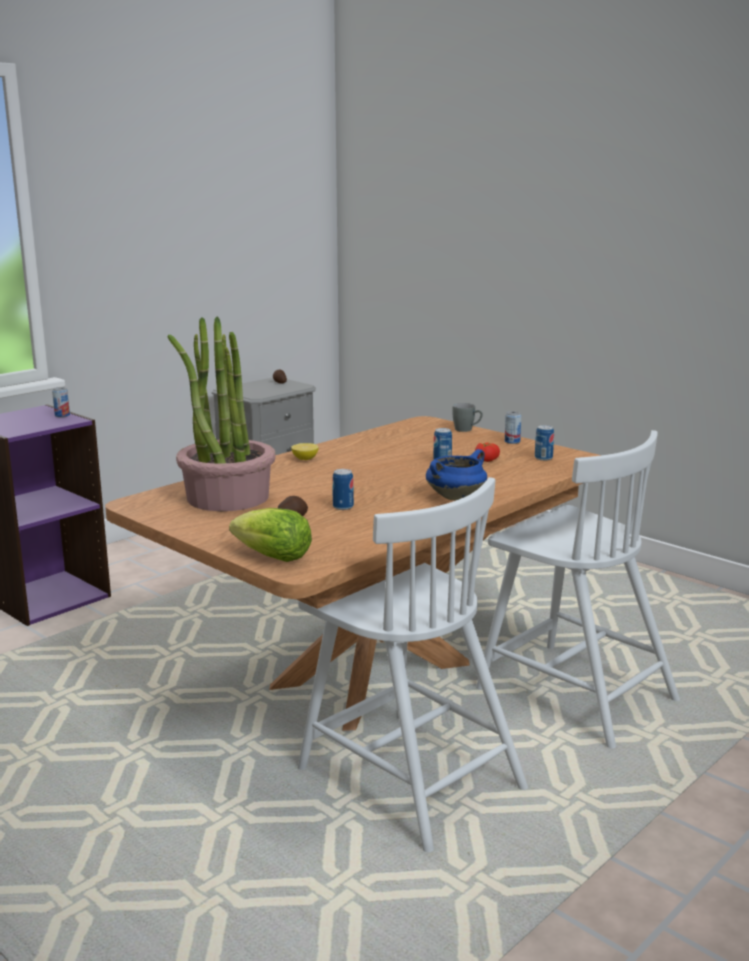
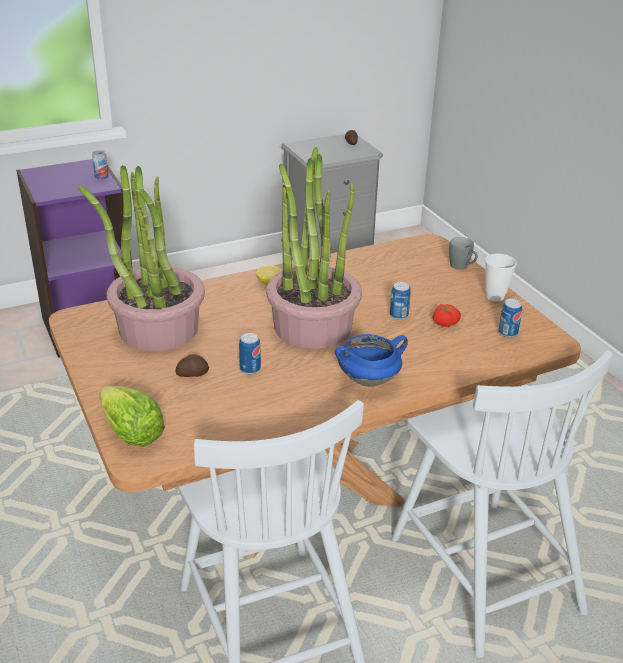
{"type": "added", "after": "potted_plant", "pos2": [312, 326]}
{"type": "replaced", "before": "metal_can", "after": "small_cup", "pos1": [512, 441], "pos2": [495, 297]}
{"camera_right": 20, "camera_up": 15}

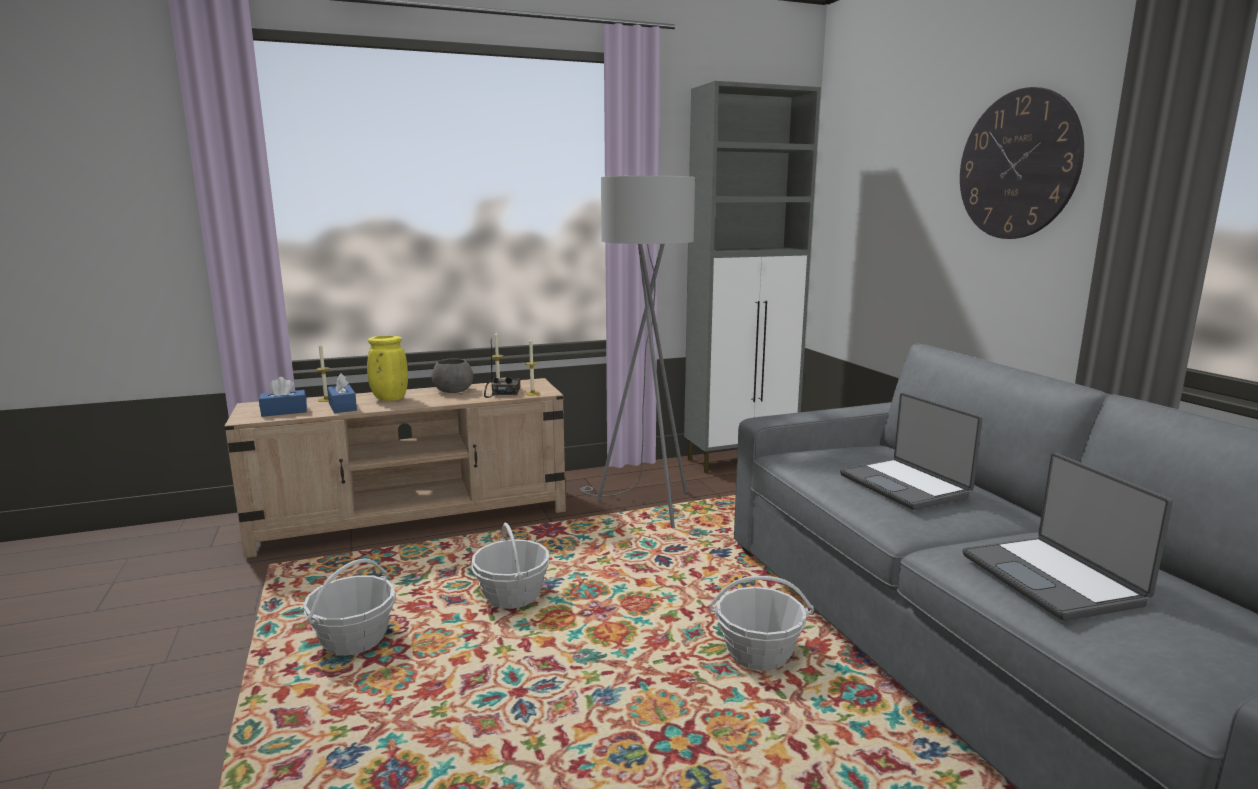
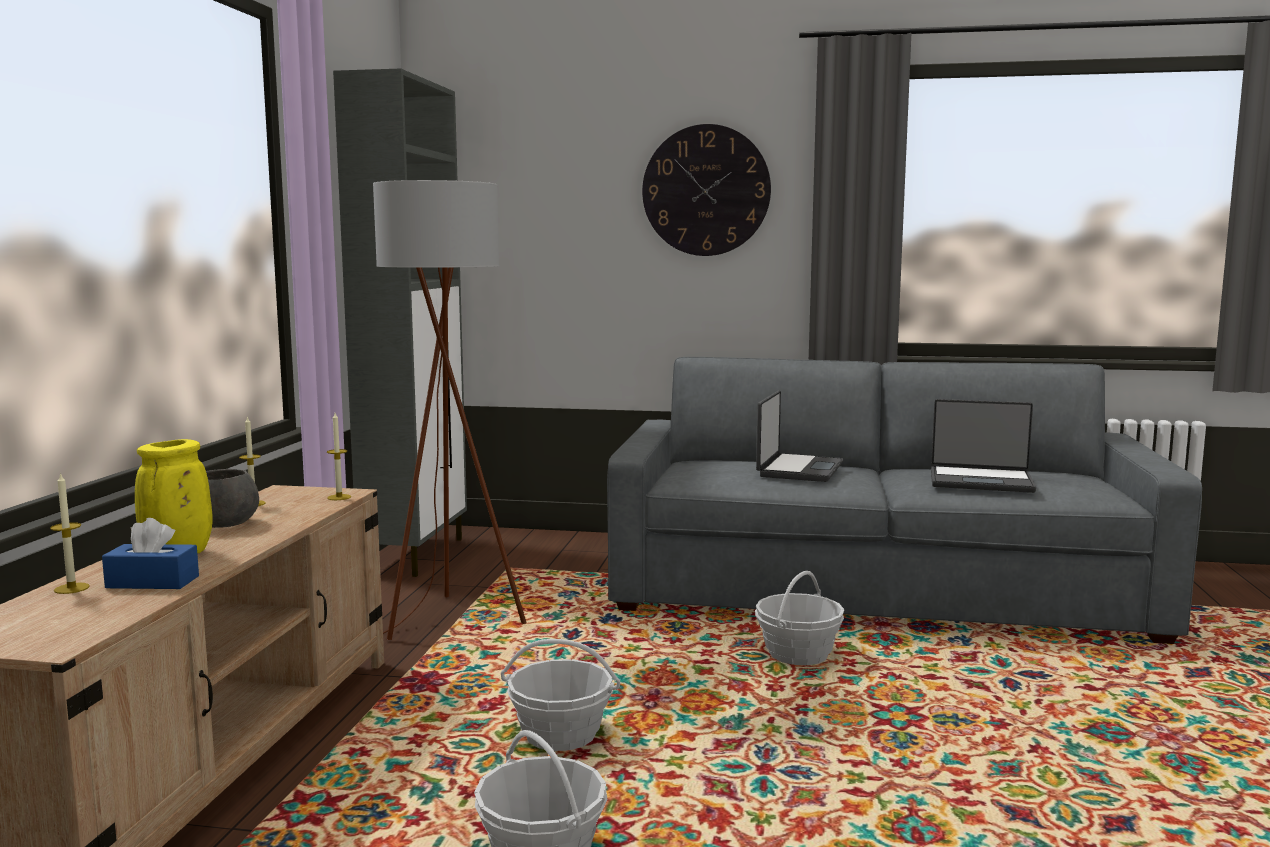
{"type": "removed", "before": "blue_tissue_box", "pos1": [284, 411]}
{"type": "removed", "before": "radio_set", "pos1": [502, 392]}
{"type": "recoloured", "before": "greyish_standing_lamp", "after": "brown_standing_lamp", "pos1": [643, 506], "pos2": [445, 623]}
{"type": "turned", "before": "portable_computer", "pos1": [905, 485], "pos2": [798, 470], "turn": -75}
{"camera_right": -60, "camera_up": -5}

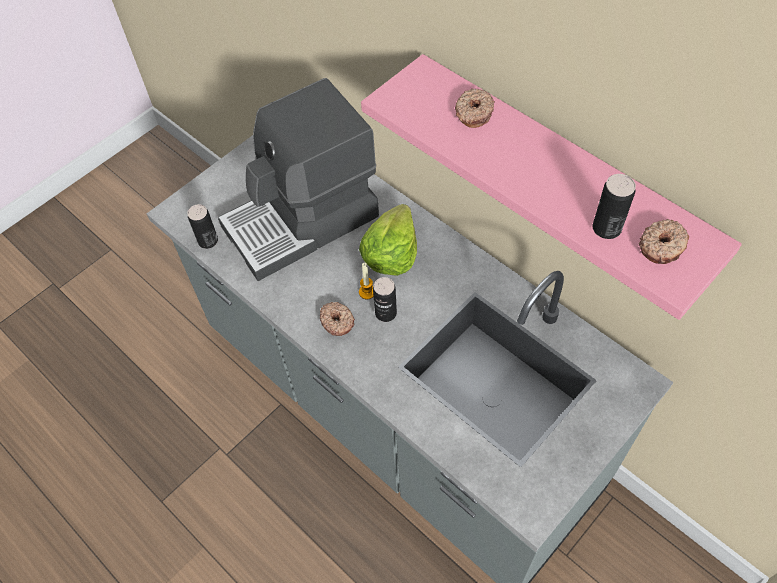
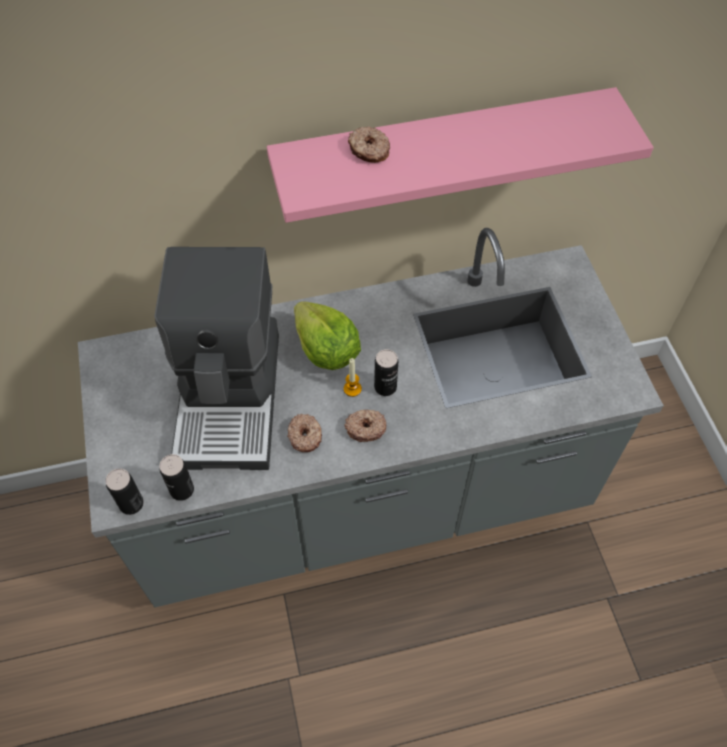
{"type": "moved", "before": "metal_can", "pos1": [606, 228], "pos2": [131, 503]}
{"type": "moved", "before": "ring_doughnut", "pos1": [662, 247], "pos2": [305, 436]}
{"camera_right": -60, "camera_up": 0}

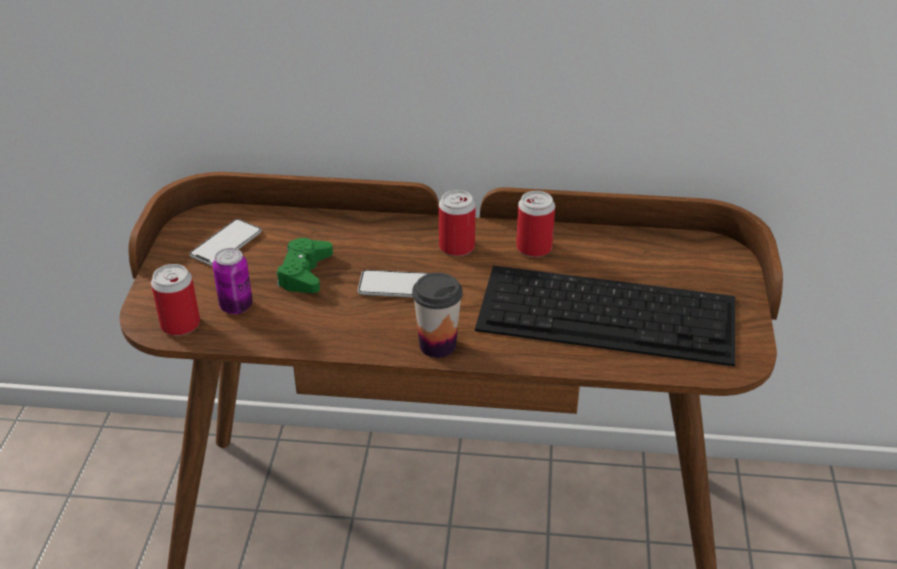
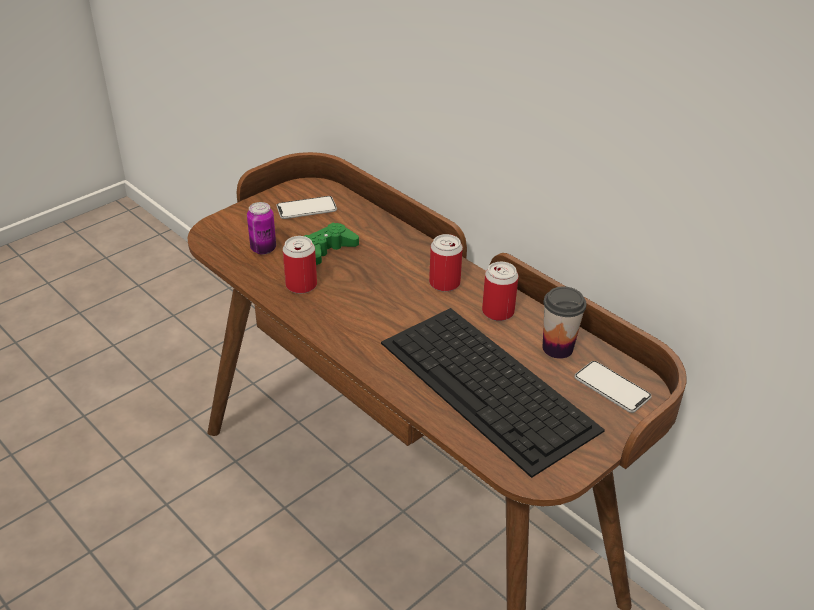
{"type": "moved", "before": "metal_can", "pos1": [180, 324], "pos2": [301, 285]}
{"type": "moved", "before": "phone", "pos1": [397, 286], "pos2": [612, 388]}
{"type": "moved", "before": "small_cup", "pos1": [437, 345], "pos2": [557, 348]}
{"camera_right": 40, "camera_up": 0}

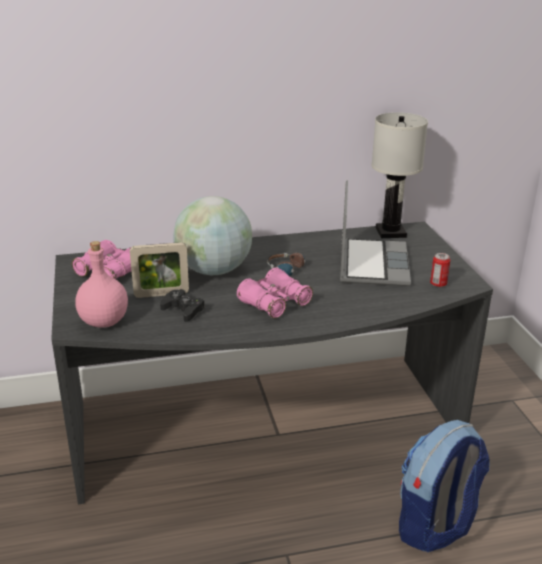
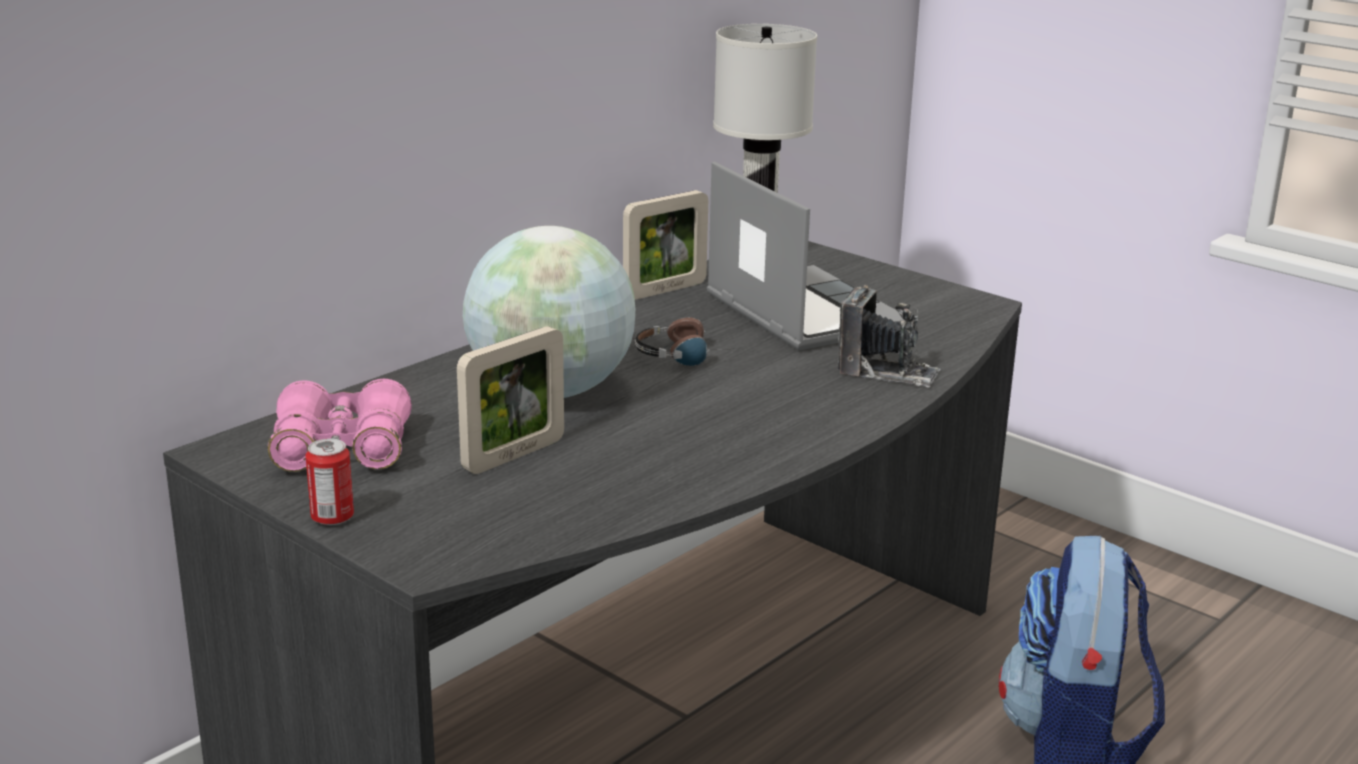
{"type": "removed", "before": "pinkish_bottle", "pos1": [104, 321]}
{"type": "removed", "before": "blackish_joypad", "pos1": [183, 310]}
{"type": "removed", "before": "pinkish_binoculars", "pos1": [274, 303]}
{"type": "added", "after": "picture_frame", "pos2": [665, 290]}
{"type": "added", "after": "photo_camera", "pos2": [888, 371]}
{"type": "moved", "before": "metal_can", "pos1": [438, 284], "pos2": [332, 518]}
{"camera_right": -35, "camera_up": -5}

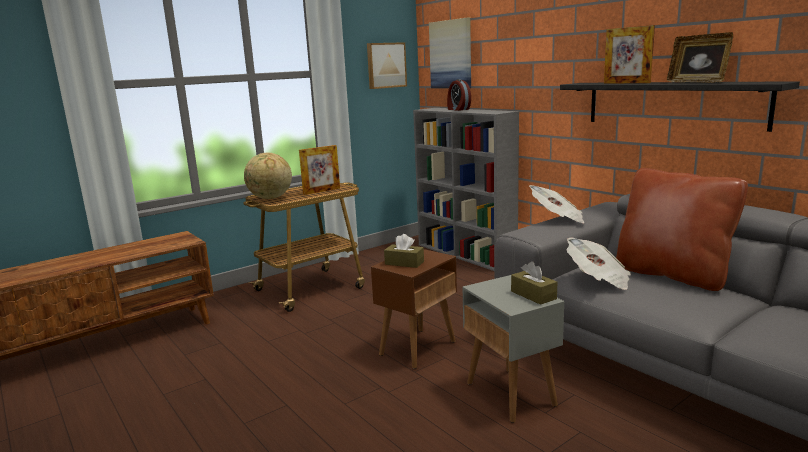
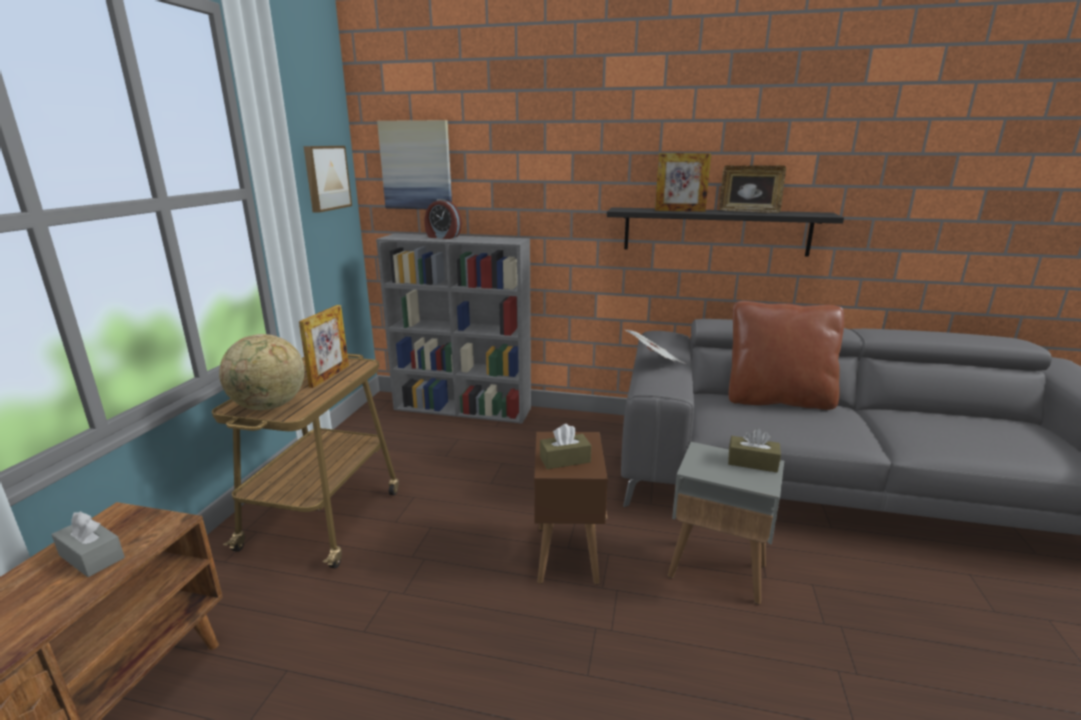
{"type": "removed", "before": "daily_paper", "pos1": [598, 279]}
{"type": "added", "after": "greyish_tissue_box", "pos2": [92, 556]}
{"camera_right": -40, "camera_up": 5}

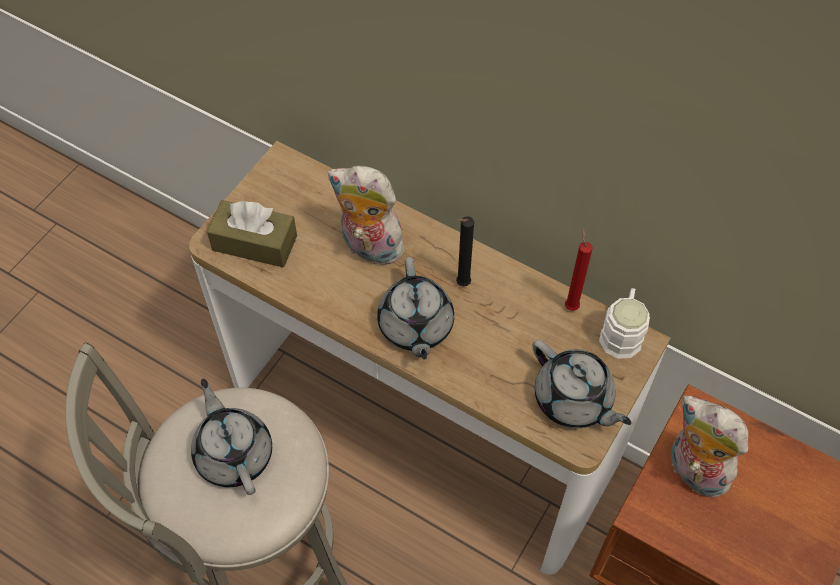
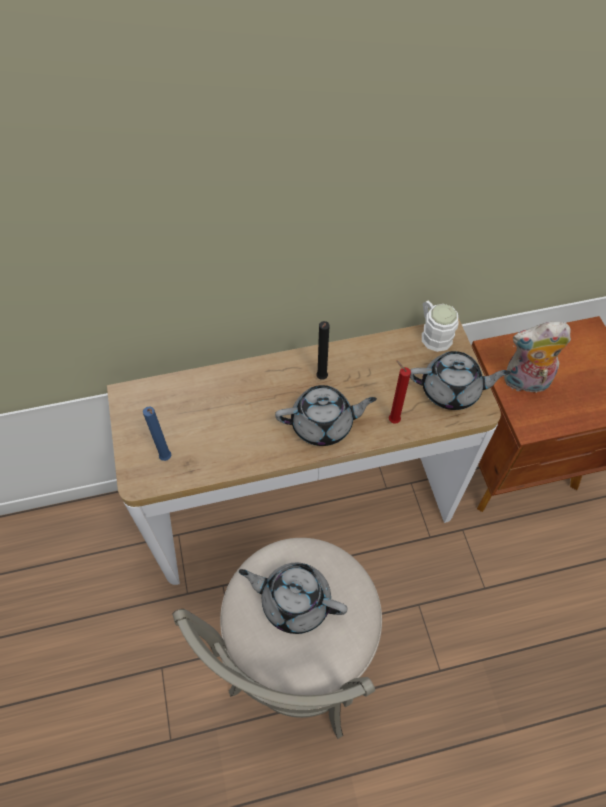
{"type": "removed", "before": "soft_toy", "pos1": [368, 248]}
{"type": "moved", "before": "red-coloured_candle", "pos1": [571, 305], "pos2": [392, 419]}
{"type": "replaced", "before": "brown_tissue_box", "after": "blue_candle", "pos1": [254, 243], "pos2": [166, 459]}
{"type": "turned", "before": "greyish_pot_for_tea", "pos1": [415, 326], "pos2": [323, 424], "turn": -45}
{"camera_right": -45, "camera_up": 0}

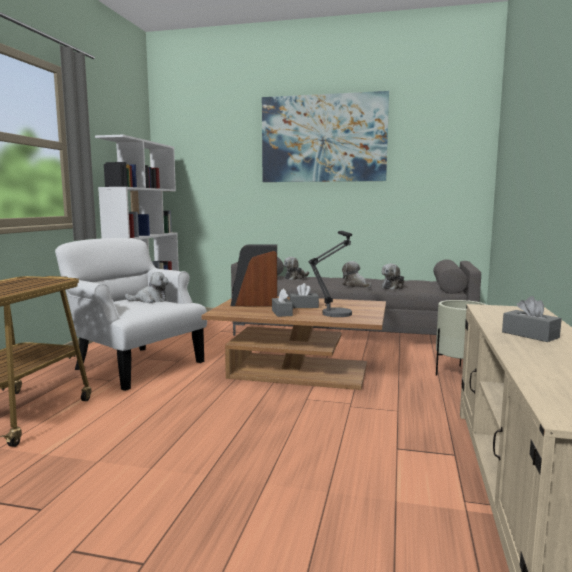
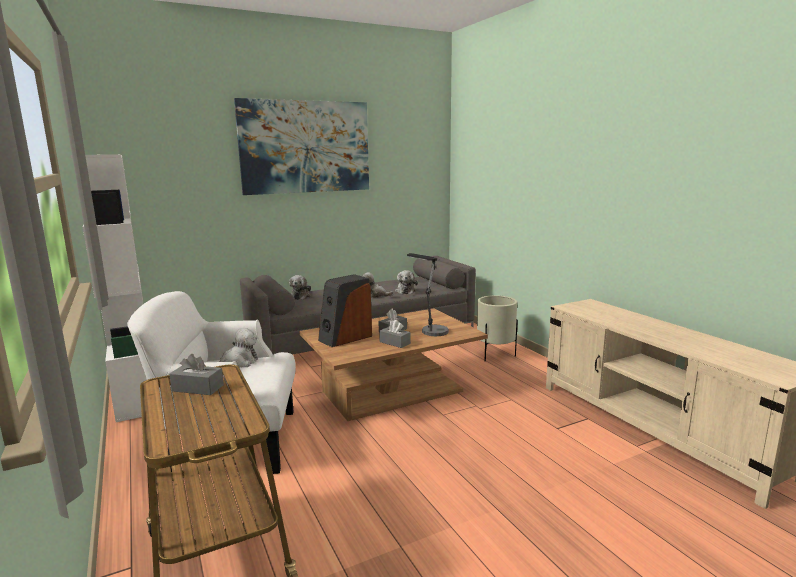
{"type": "moved", "before": "greyish_tissue_box", "pos1": [530, 335], "pos2": [198, 388]}
{"camera_right": -40, "camera_up": 5}

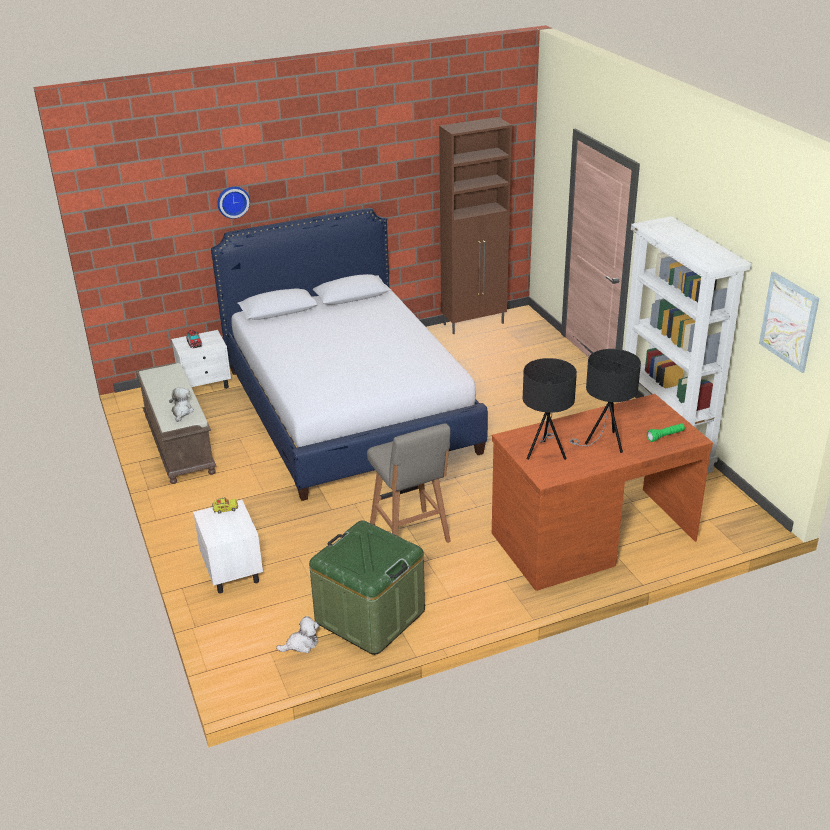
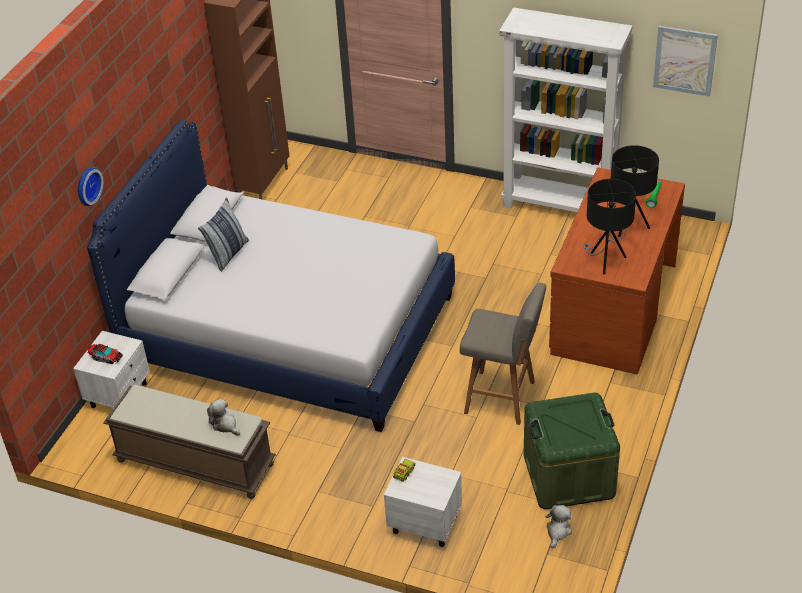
{"type": "added", "after": "cushion", "pos2": [228, 254]}
{"camera_right": -45, "camera_up": 10}

